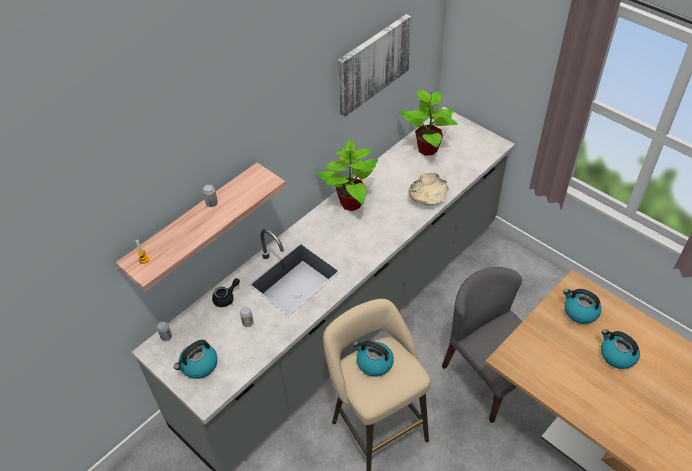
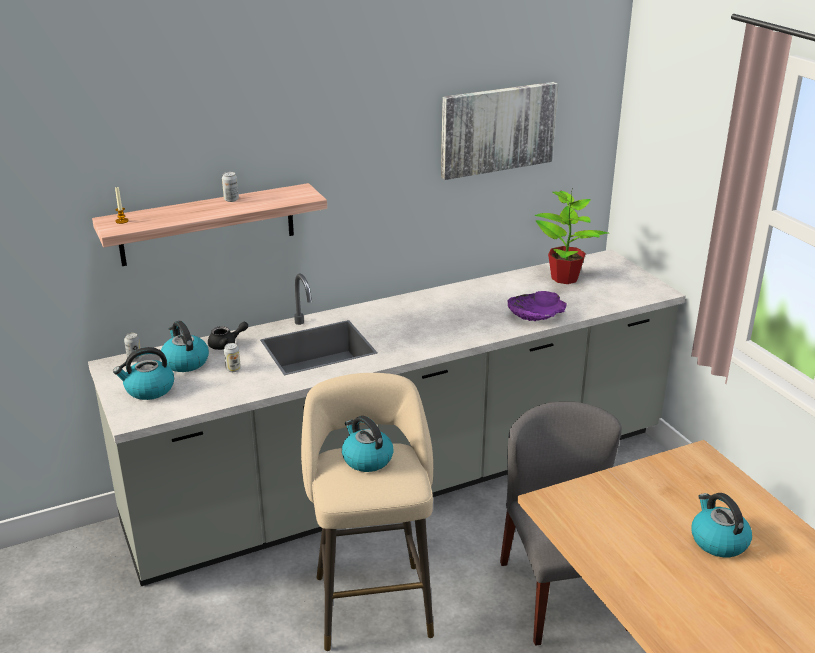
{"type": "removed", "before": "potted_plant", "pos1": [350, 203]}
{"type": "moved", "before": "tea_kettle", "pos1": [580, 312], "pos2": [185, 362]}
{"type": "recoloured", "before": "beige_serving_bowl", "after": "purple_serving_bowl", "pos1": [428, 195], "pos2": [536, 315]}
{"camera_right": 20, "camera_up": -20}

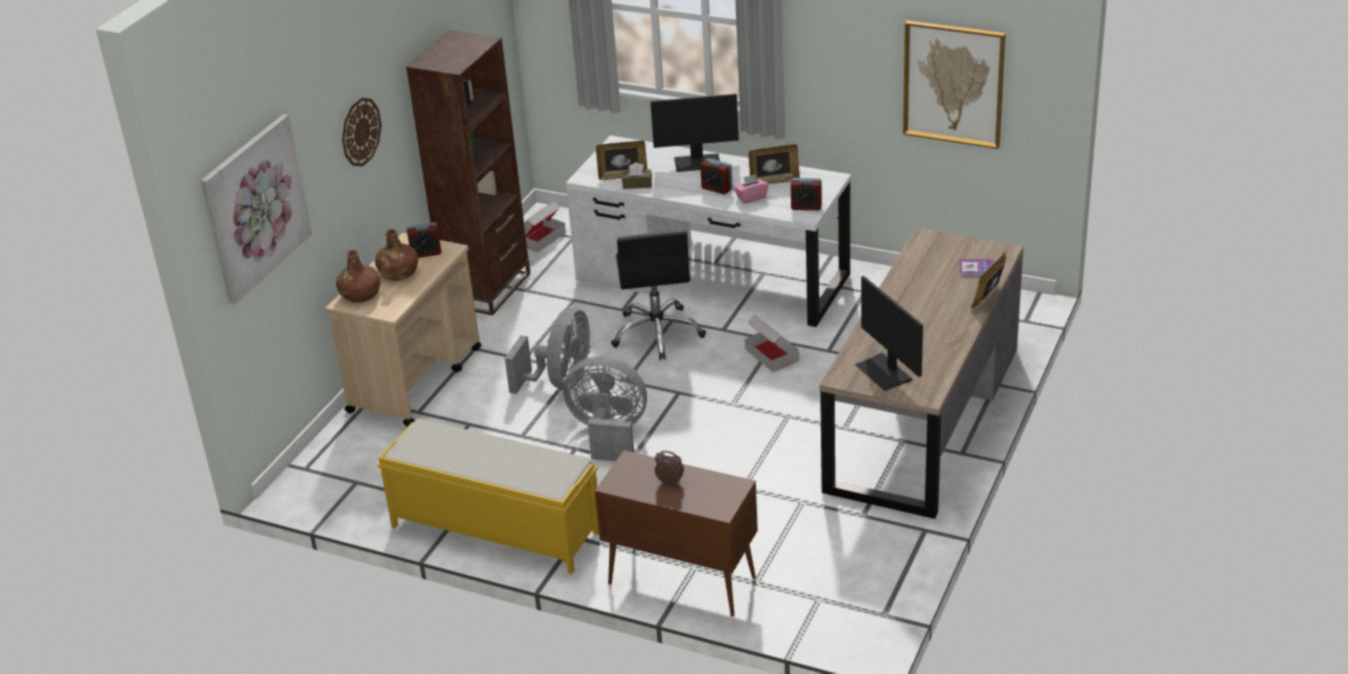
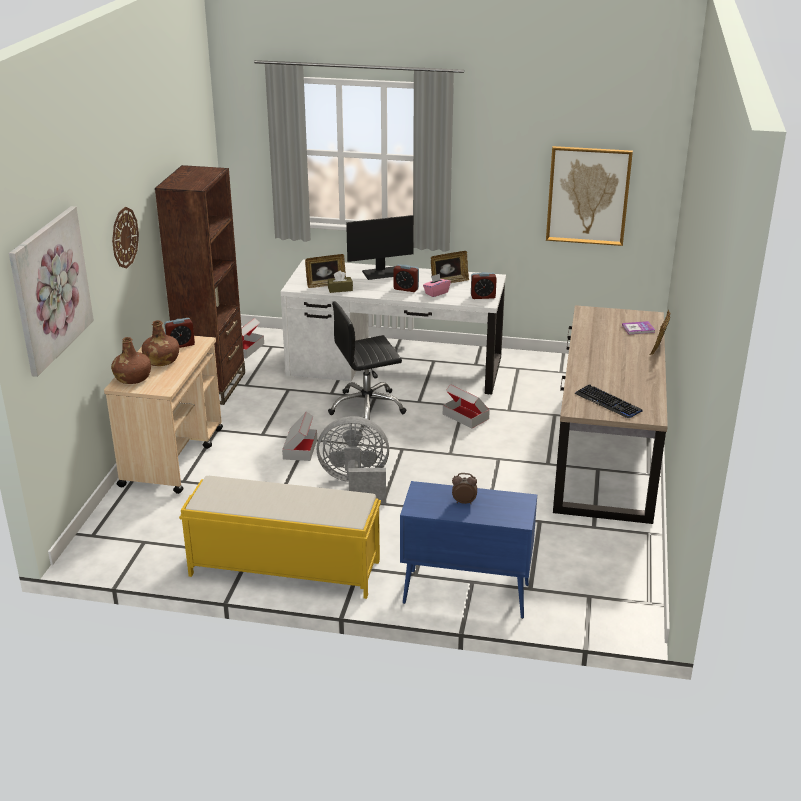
{"type": "replaced", "before": "greyish_electric_fan", "after": "packing_box", "pos1": [561, 382], "pos2": [300, 449]}
{"type": "replaced", "before": "computer_display", "after": "computer_keyboard", "pos1": [884, 372], "pos2": [608, 403]}
{"type": "recoloured", "before": "brown_storage_cabinet", "after": "blue_storage_cabinet", "pos1": [680, 581], "pos2": [464, 594]}
{"type": "turned", "before": "blackish_desk_chair", "pos1": [657, 333], "pos2": [367, 408], "turn": 90}
{"camera_right": -15, "camera_up": -5}

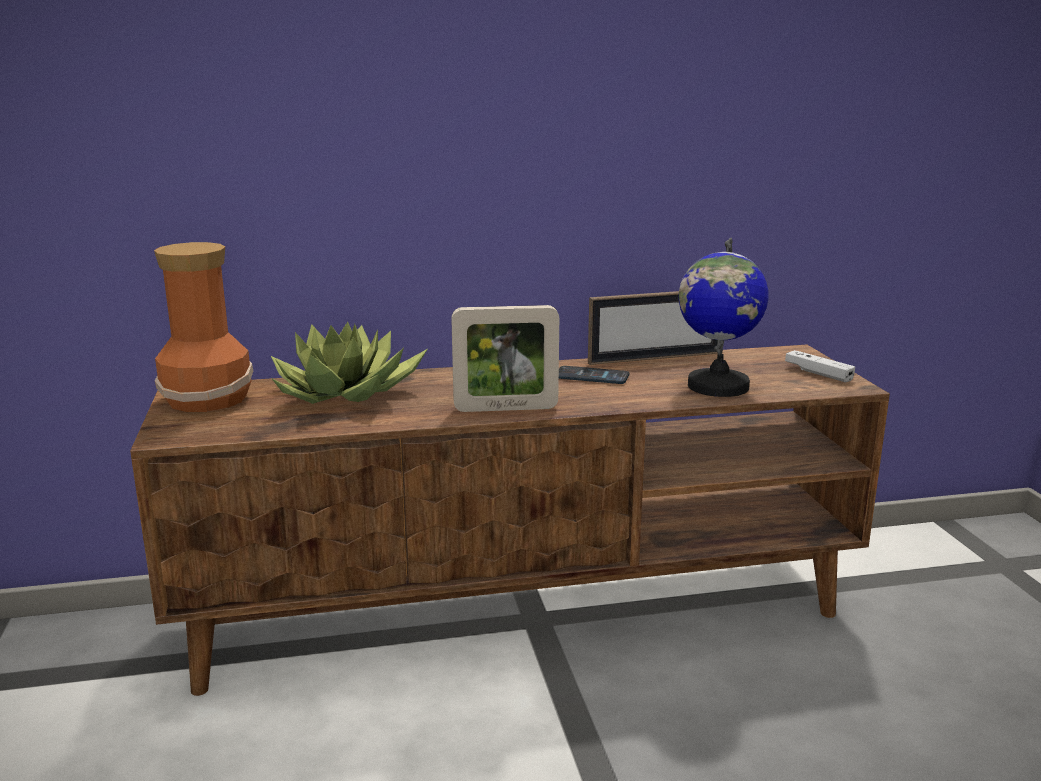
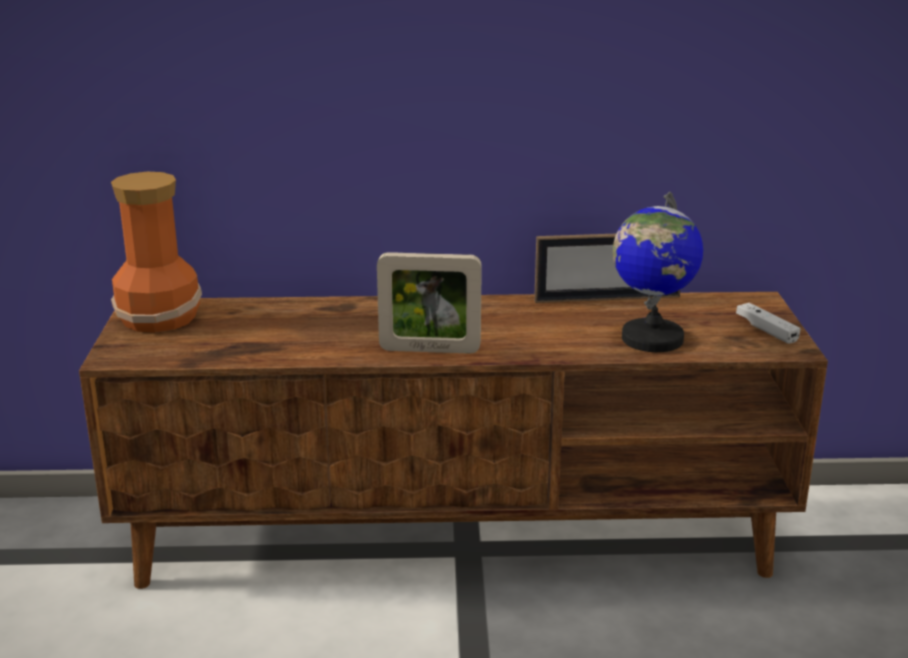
{"type": "removed", "before": "potted_plant", "pos1": [346, 392]}
{"type": "removed", "before": "phone", "pos1": [592, 376]}
{"camera_right": 10, "camera_up": 5}

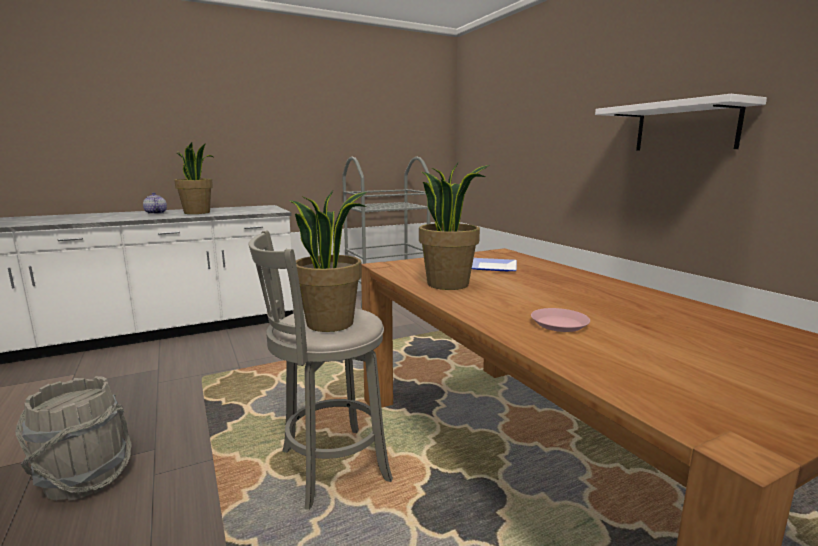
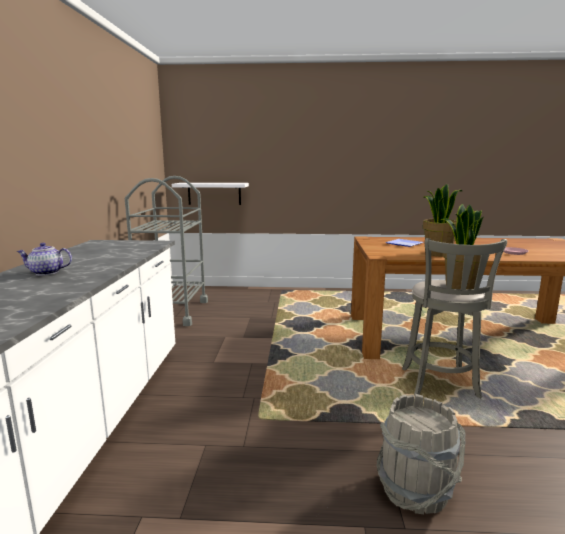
{"type": "removed", "before": "potted_plant", "pos1": [198, 212]}
{"type": "moved", "before": "white_wall_shelf", "pos1": [686, 127], "pos2": [214, 193]}
{"camera_right": -60, "camera_up": 0}

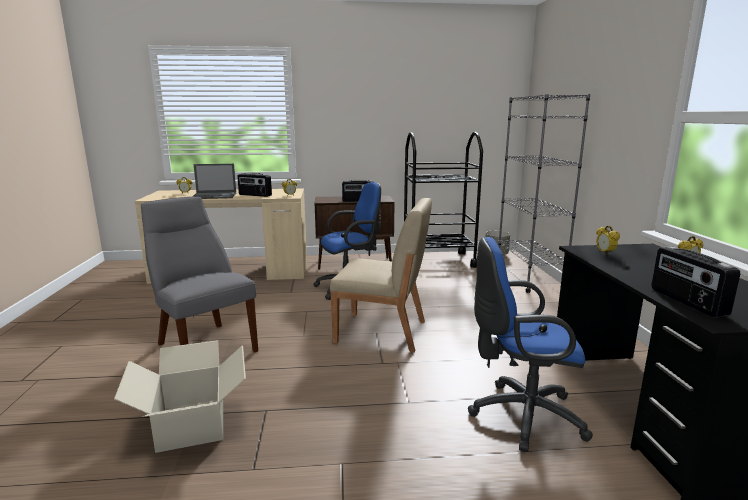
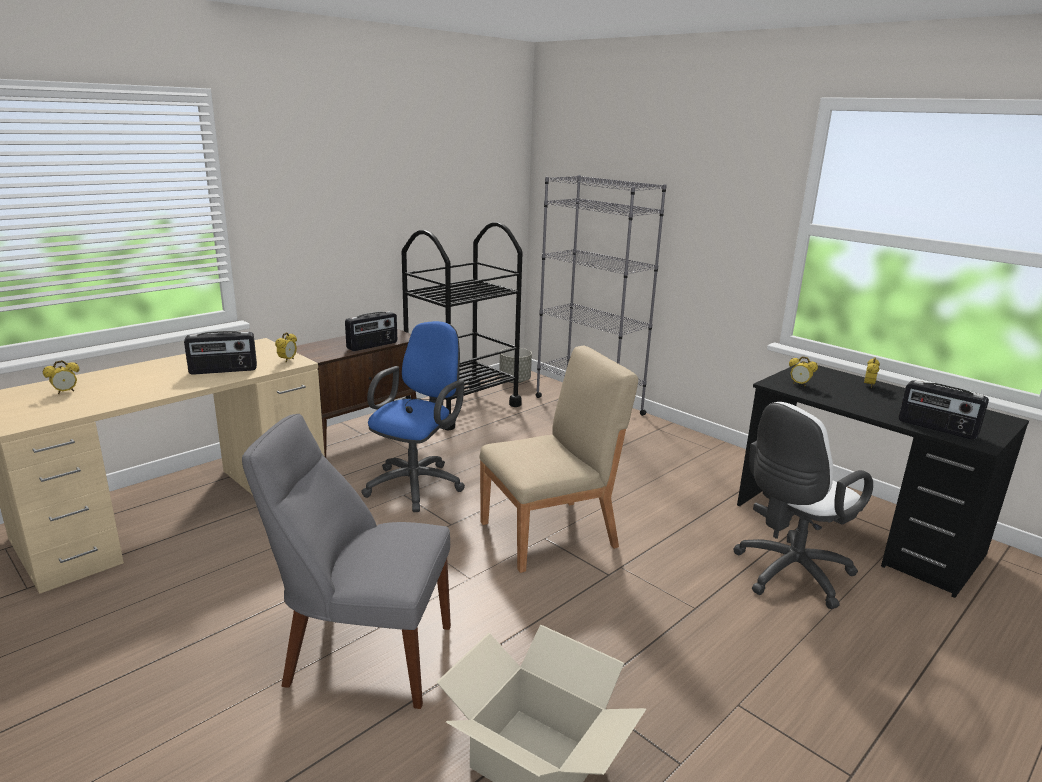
{"type": "removed", "before": "portable_computer", "pos1": [214, 196]}
{"type": "recoloured", "before": "blue_desk_chair", "after": "white_desk_chair", "pos1": [520, 415], "pos2": [788, 575]}
{"camera_right": -40, "camera_up": 5}

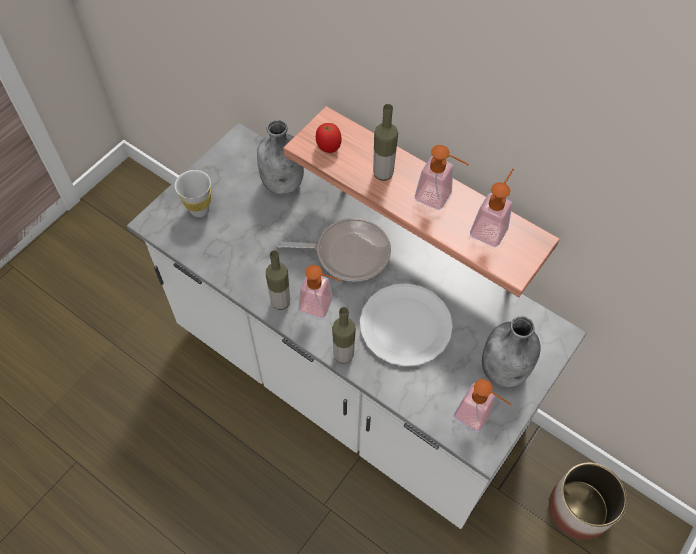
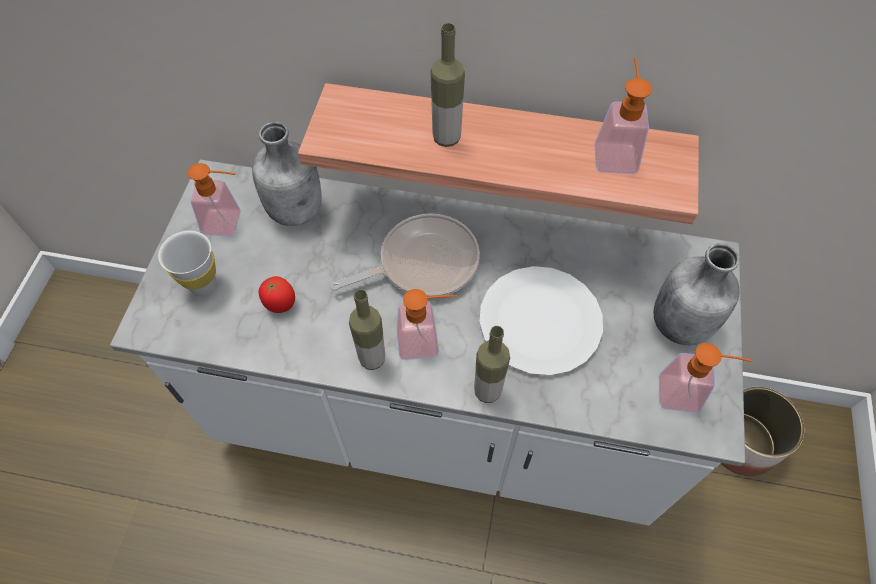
{"type": "moved", "before": "whole_tomato", "pos1": [328, 147], "pos2": [280, 304]}
{"type": "moved", "before": "liquid_soap_bottle", "pos1": [439, 198], "pos2": [229, 223]}
{"camera_right": -25, "camera_up": 0}

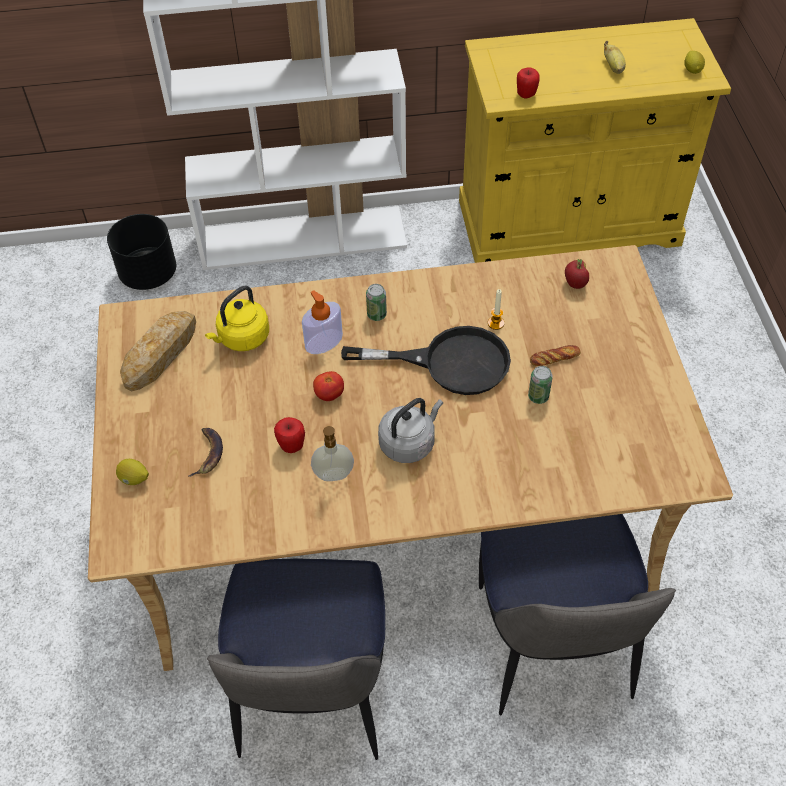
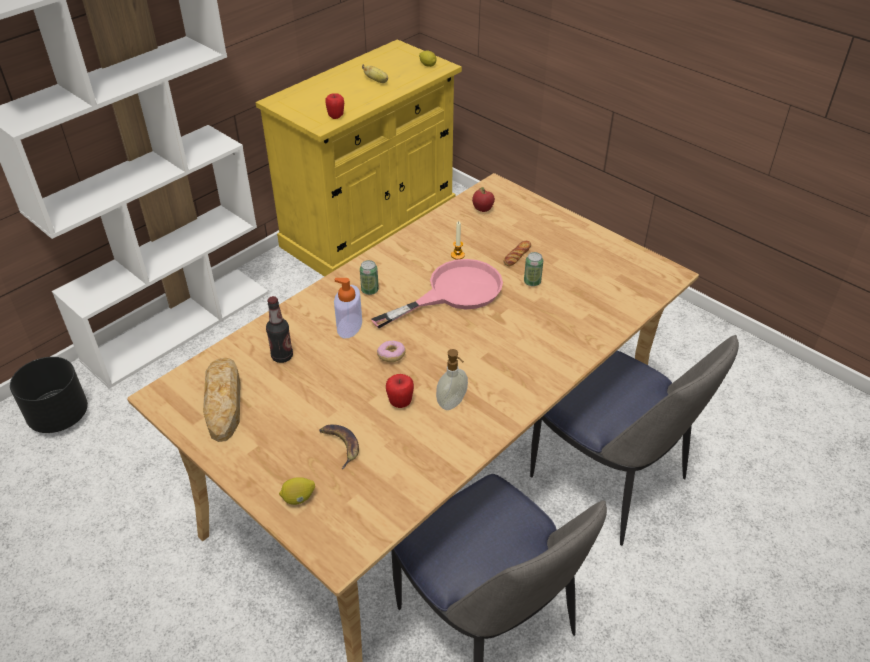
{"type": "removed", "before": "greyish_tea_kettle", "pos1": [409, 443]}
{"type": "replaced", "before": "yellow_tea_kettle", "after": "bottle", "pos1": [242, 338], "pos2": [282, 356]}
{"type": "replaced", "before": "whole_tomato", "after": "ring_doughnut", "pos1": [329, 395], "pos2": [391, 356]}
{"type": "recoloured", "before": "blackish_frying_pan", "after": "pinkish_frying_pan", "pos1": [449, 363], "pos2": [453, 293]}
{"camera_right": -40, "camera_up": -10}

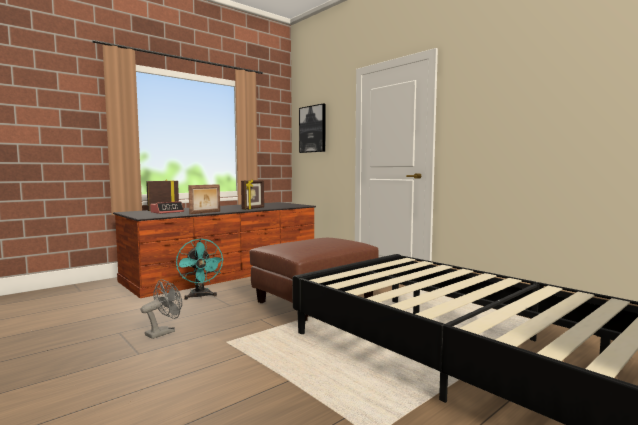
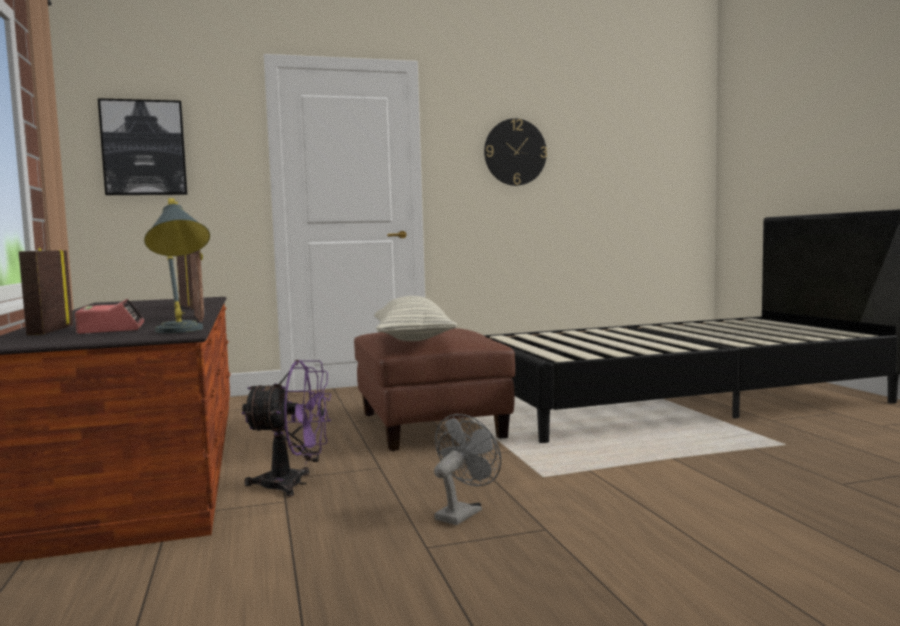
{"type": "added", "after": "greyish_lamp_for_a_table", "pos2": [181, 332]}
{"type": "added", "after": "cushion", "pos2": [412, 339]}
{"type": "added", "after": "wall_clock", "pos2": [515, 152]}
{"type": "recoloured", "before": "turquoise_electric_fan", "after": "purple_electric_fan", "pos1": [200, 296], "pos2": [293, 484]}
{"type": "turned", "before": "greyish_electric_fan", "pos1": [164, 332], "pos2": [462, 512], "turn": 60}
{"camera_right": -65, "camera_up": 0}

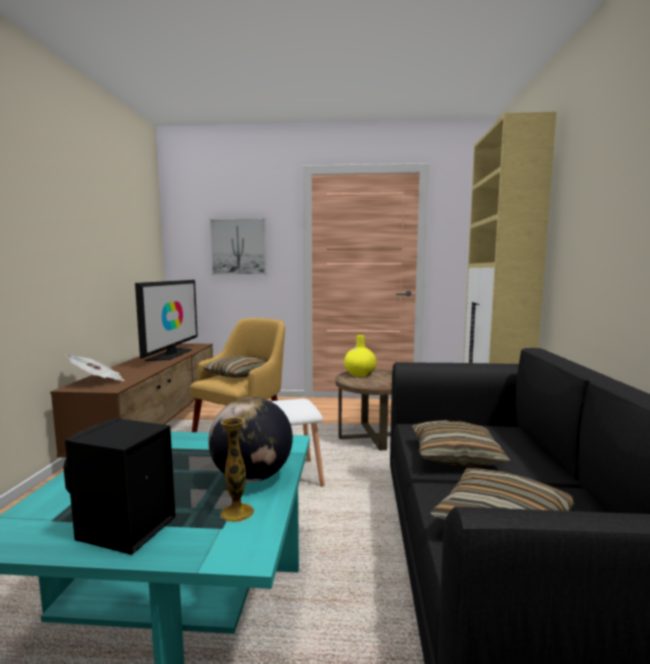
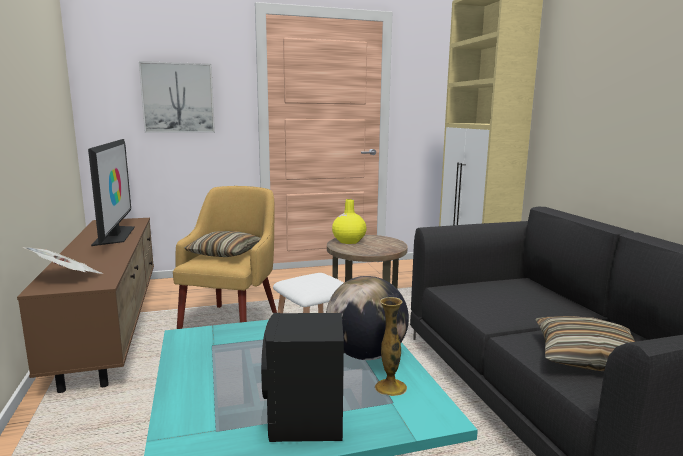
{"type": "removed", "before": "cushion", "pos1": [455, 455]}
{"camera_right": -20, "camera_up": 5}

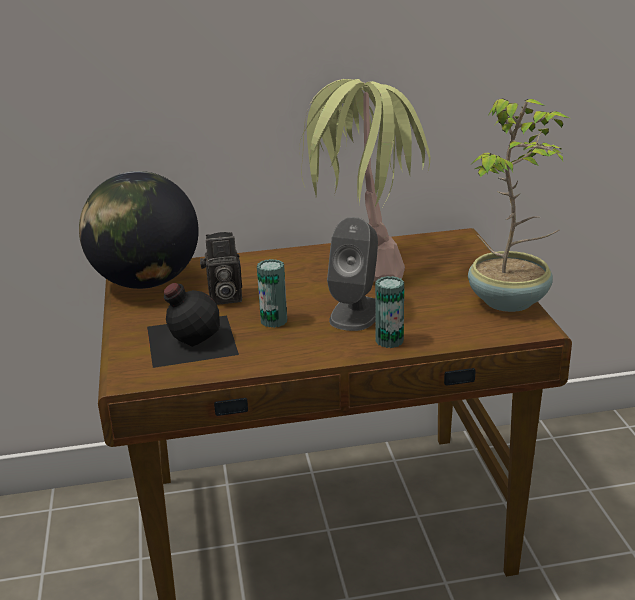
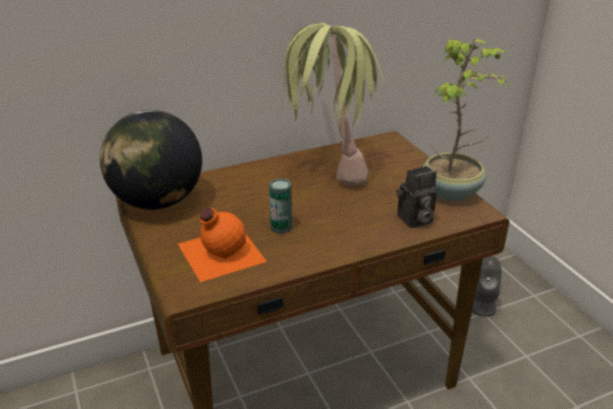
{"type": "removed", "before": "metal_can", "pos1": [389, 340]}
{"type": "moved", "before": "photo_camera", "pos1": [223, 298], "pos2": [414, 220]}
{"type": "moved", "before": "greyish_speaker", "pos1": [356, 313], "pos2": [481, 303]}
{"type": "recoloured", "before": "blackish_bottle", "after": "orangey_bottle", "pos1": [189, 339], "pos2": [219, 252]}
{"camera_right": -15, "camera_up": 5}

